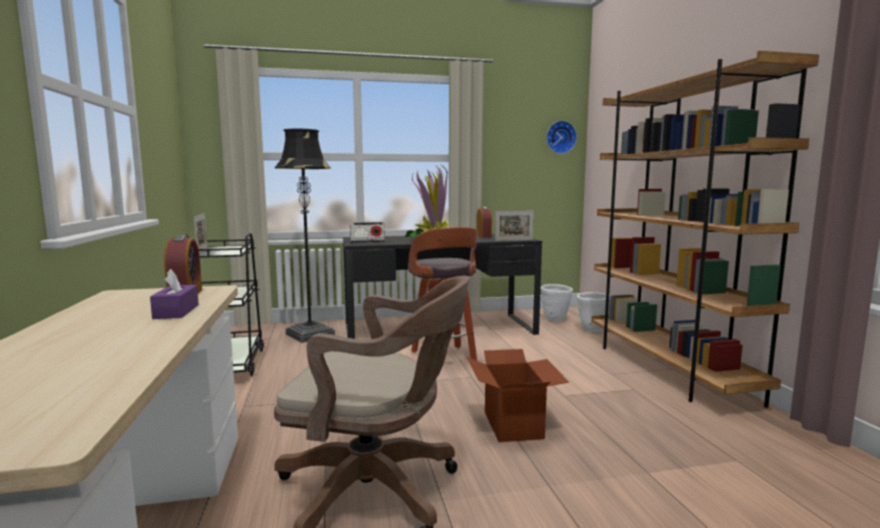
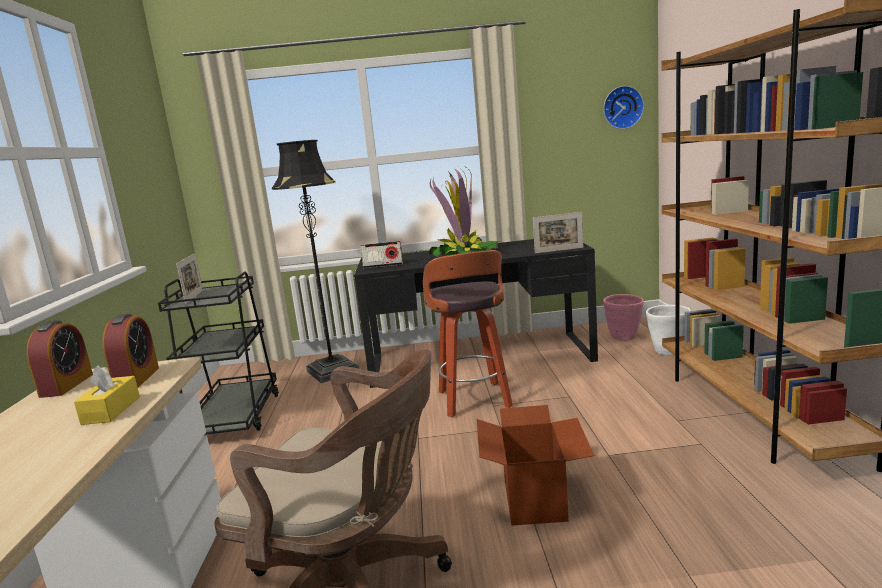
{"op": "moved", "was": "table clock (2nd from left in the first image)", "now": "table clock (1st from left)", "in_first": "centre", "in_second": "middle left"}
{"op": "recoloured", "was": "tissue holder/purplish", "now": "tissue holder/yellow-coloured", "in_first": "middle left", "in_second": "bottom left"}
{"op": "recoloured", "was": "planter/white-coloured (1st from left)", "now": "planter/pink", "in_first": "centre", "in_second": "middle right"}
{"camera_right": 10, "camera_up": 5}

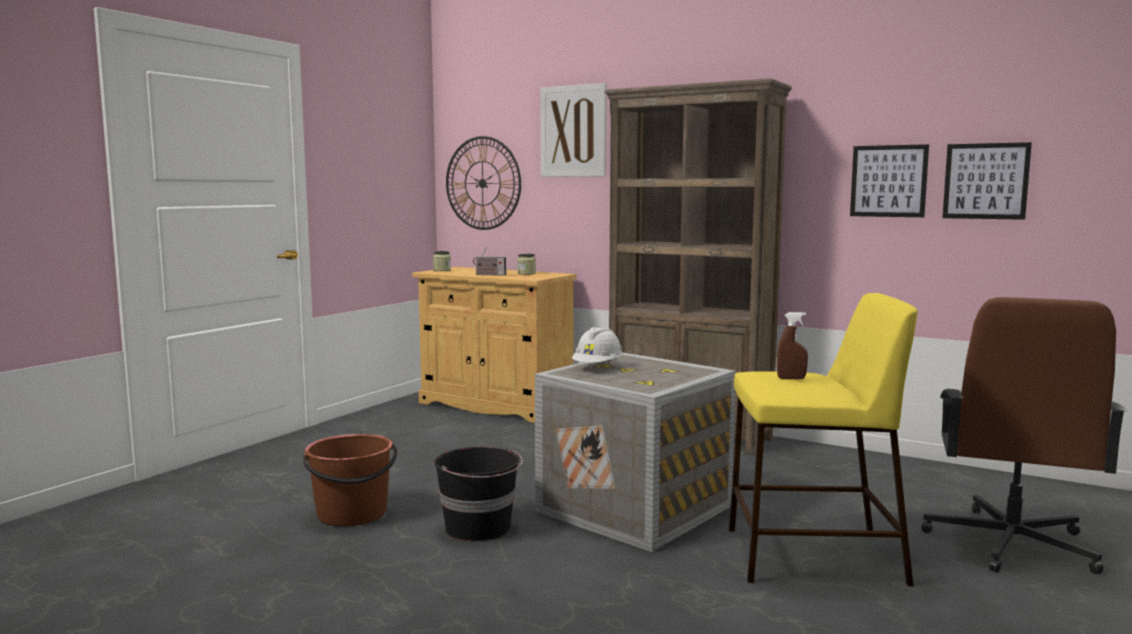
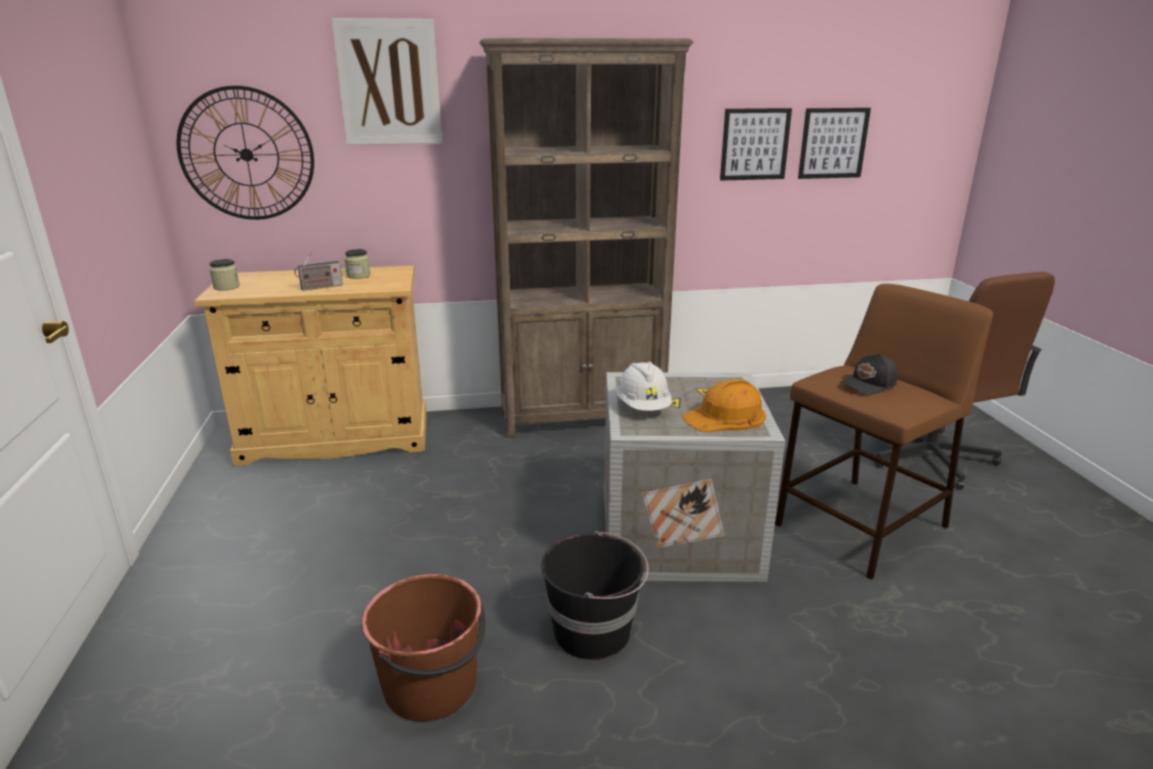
{"op": "added", "now": "safety helmet/orange", "in_second": "centre"}
{"op": "replaced", "was": "hand sprayer/brownish", "now": "cap/black", "in_first": "middle right", "in_second": "middle right"}
{"op": "recoloured", "was": "sitting stool/yellow-coloured", "now": "sitting stool/brownish", "in_first": "bottom right", "in_second": "middle right"}
{"camera_right": -40, "camera_up": 15}

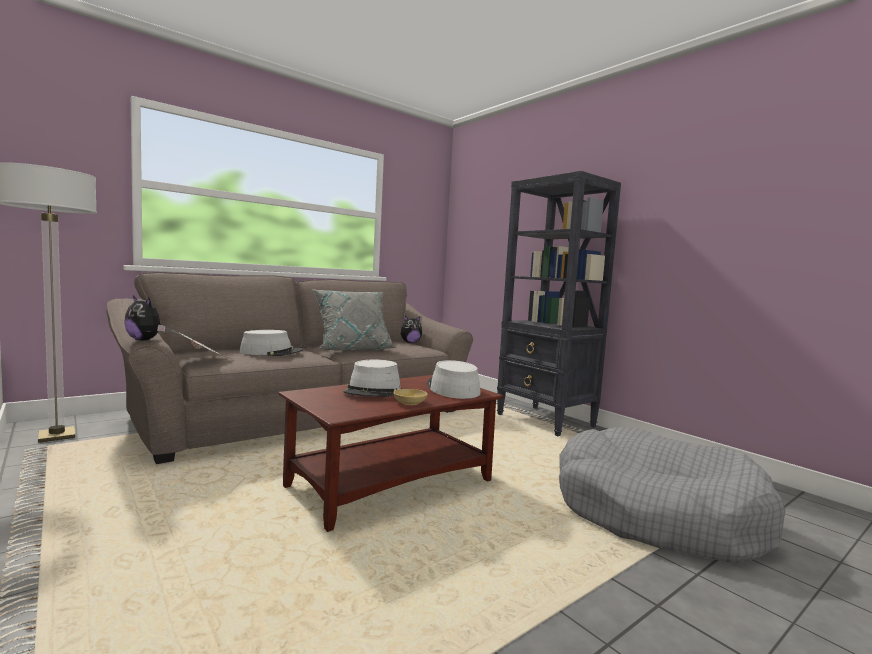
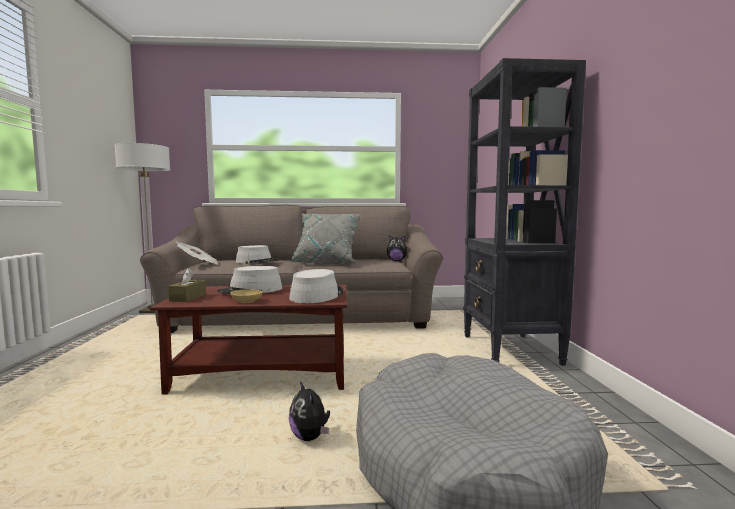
{"op": "added", "now": "tissue holder/brownish", "in_second": "middle left"}
{"op": "moved", "was": "plush toy (1st from left)", "in_first": "middle left", "in_second": "bottom centre"}
{"camera_right": 35, "camera_up": 0}

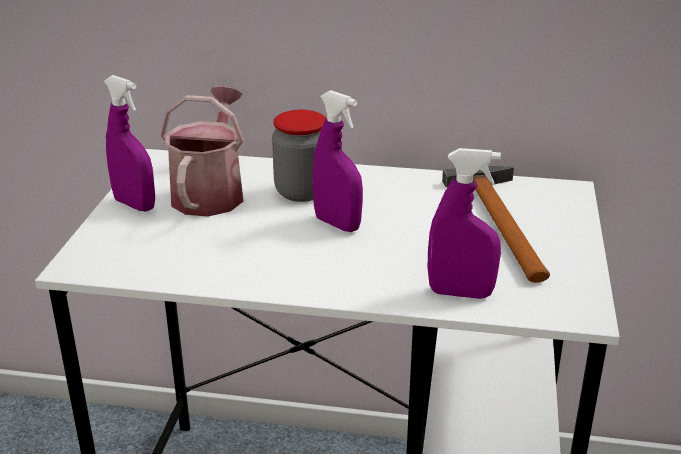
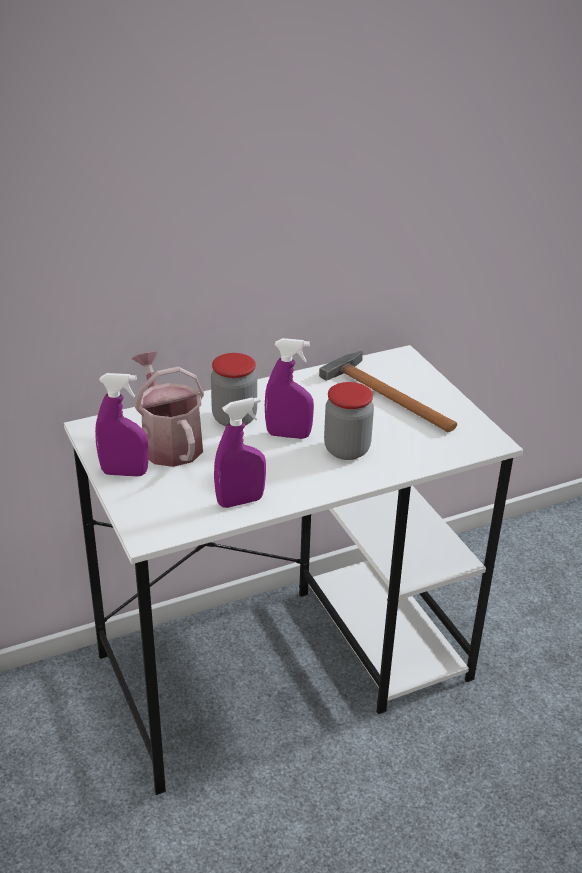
{"op": "added", "now": "storage jar (2nd from left)", "in_second": "centre"}
{"op": "moved", "was": "hand sprayer/purplish (3rd from left in the first image)", "now": "hand sprayer/purplish (2nd from left)", "in_first": "middle right", "in_second": "centre"}
{"camera_right": -35, "camera_up": 5}

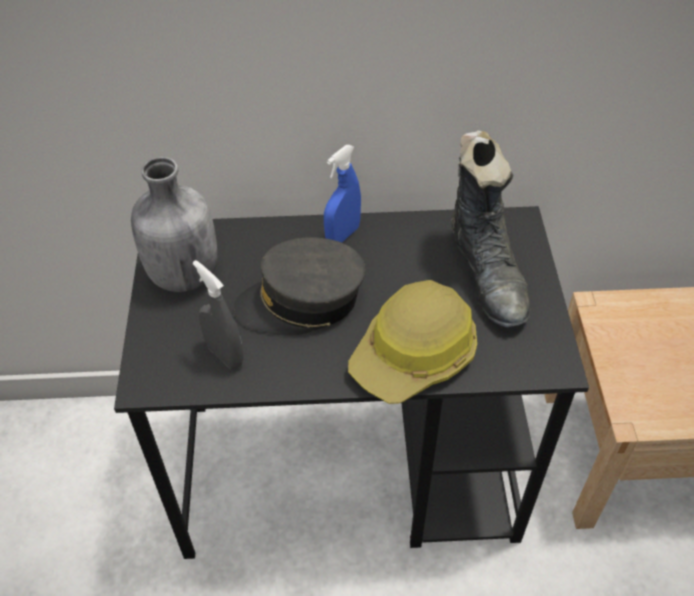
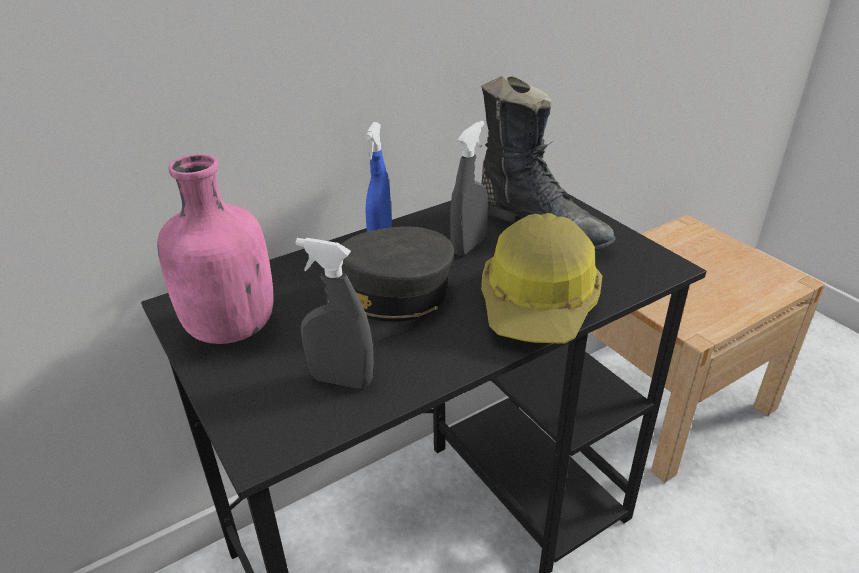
{"op": "added", "now": "hand sprayer/grey (2nd from left)", "in_second": "top centre"}
{"op": "recoloured", "was": "beverage bottle/grey", "now": "beverage bottle/pink", "in_first": "middle left", "in_second": "middle left"}
{"camera_right": -30, "camera_up": -15}

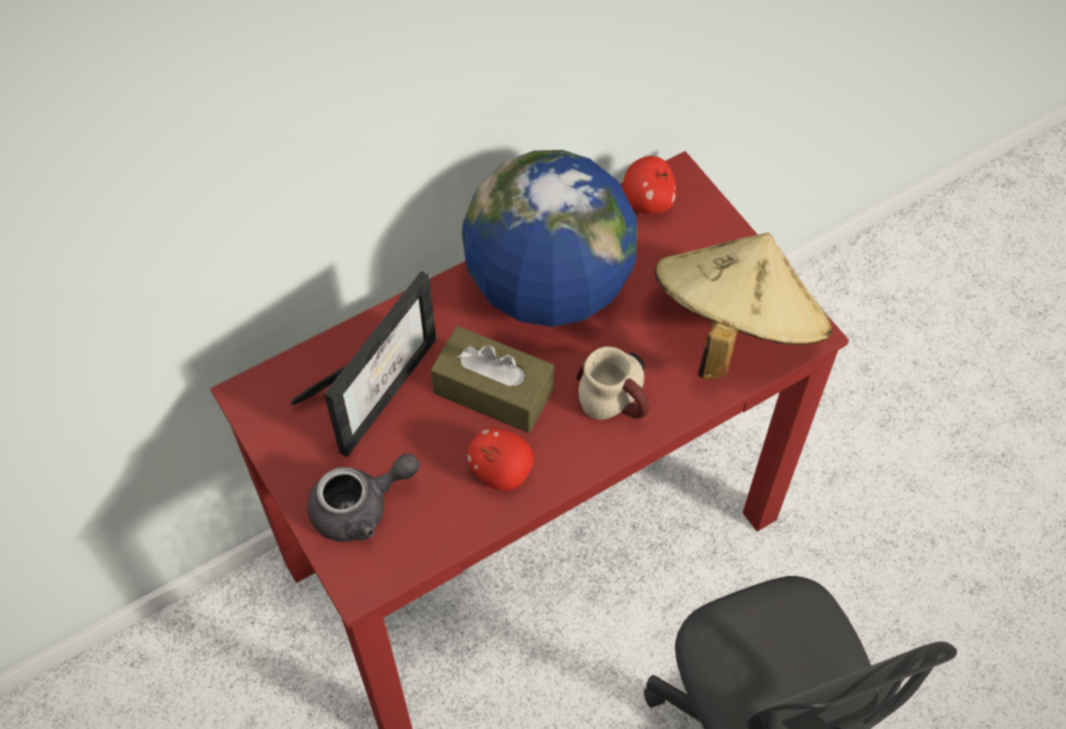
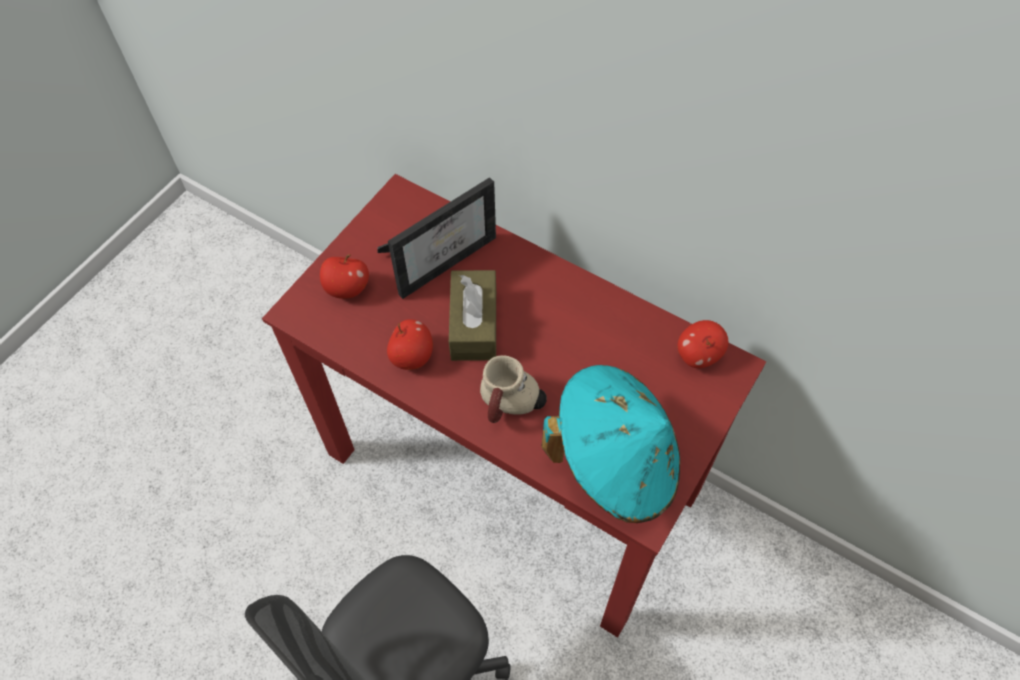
{"op": "removed", "was": "globe", "in_first": "top centre"}
{"op": "replaced", "was": "tea pot/grey", "now": "apple (1st from left)", "in_first": "bottom centre", "in_second": "centre"}
{"op": "recoloured", "was": "wearable hat/sand-coloured", "now": "wearable hat/turquoise-coloured", "in_first": "middle right", "in_second": "centre"}
{"op": "turned", "was": "photo frame", "in_first": "centre", "in_second": "centre", "clockwise": -45}
{"camera_right": 65, "camera_up": 0}

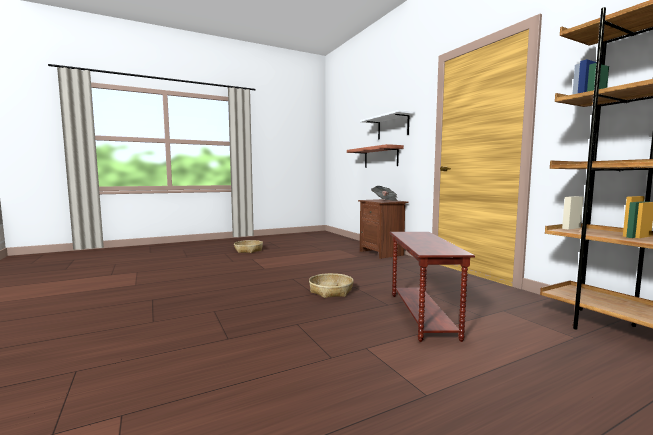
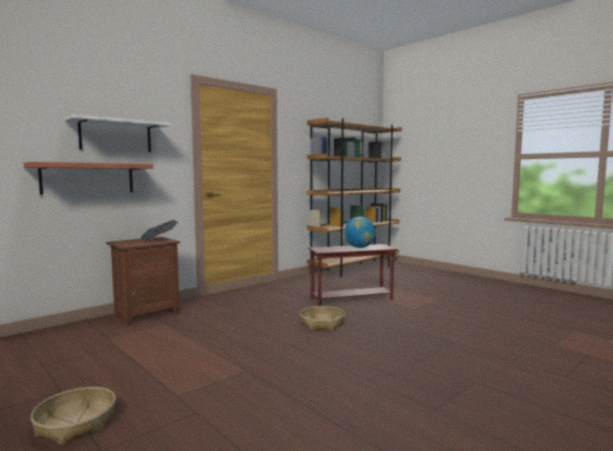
{"op": "added", "now": "globe", "in_second": "centre"}
{"camera_right": -105, "camera_up": 0}

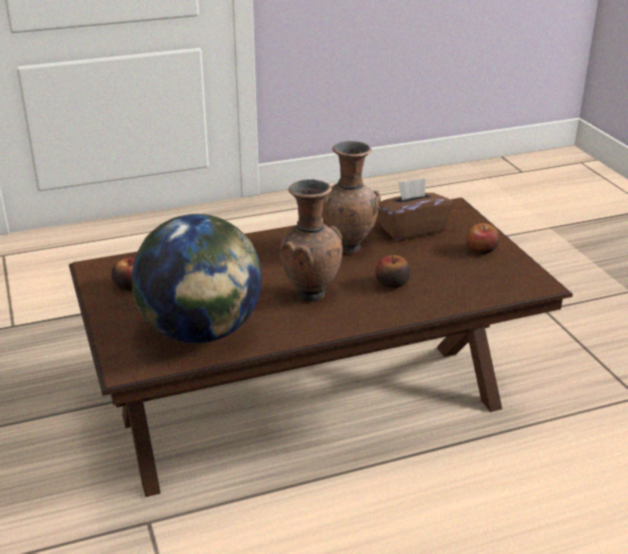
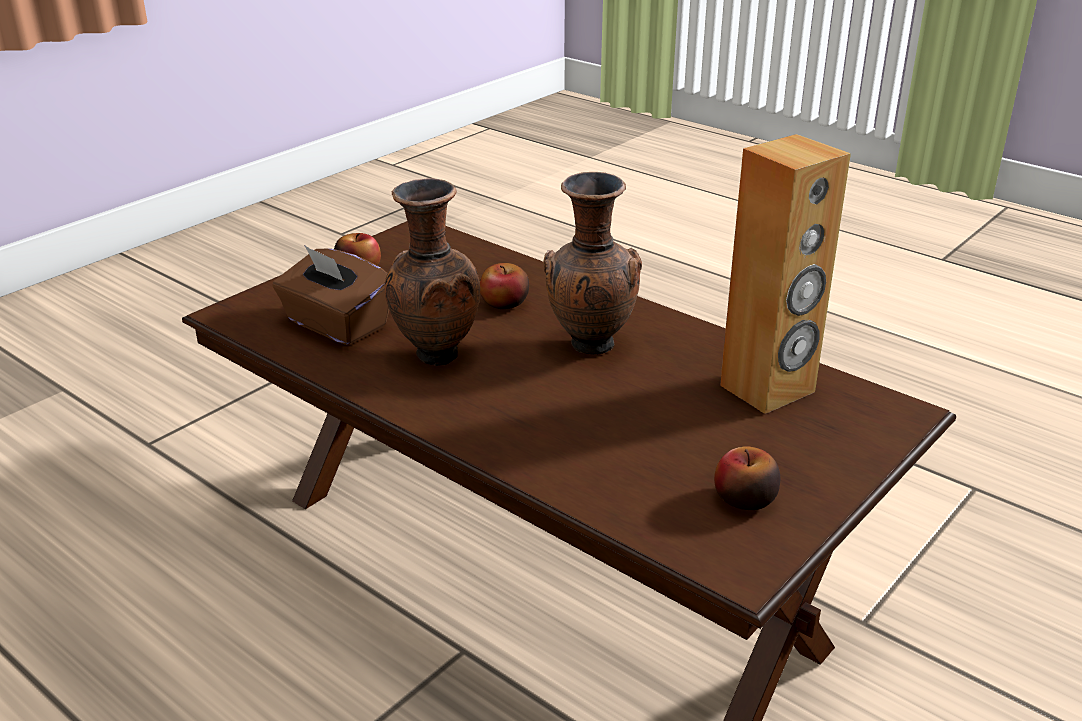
{"op": "replaced", "was": "globe", "now": "audio speaker/brownish", "in_first": "middle left", "in_second": "middle right"}
{"camera_right": -120, "camera_up": 0}

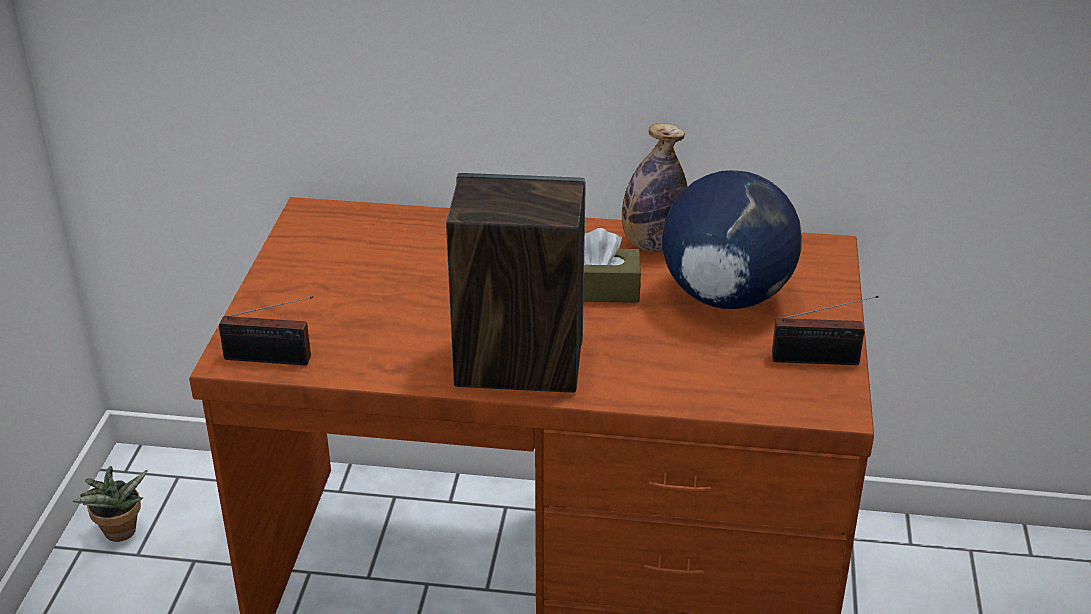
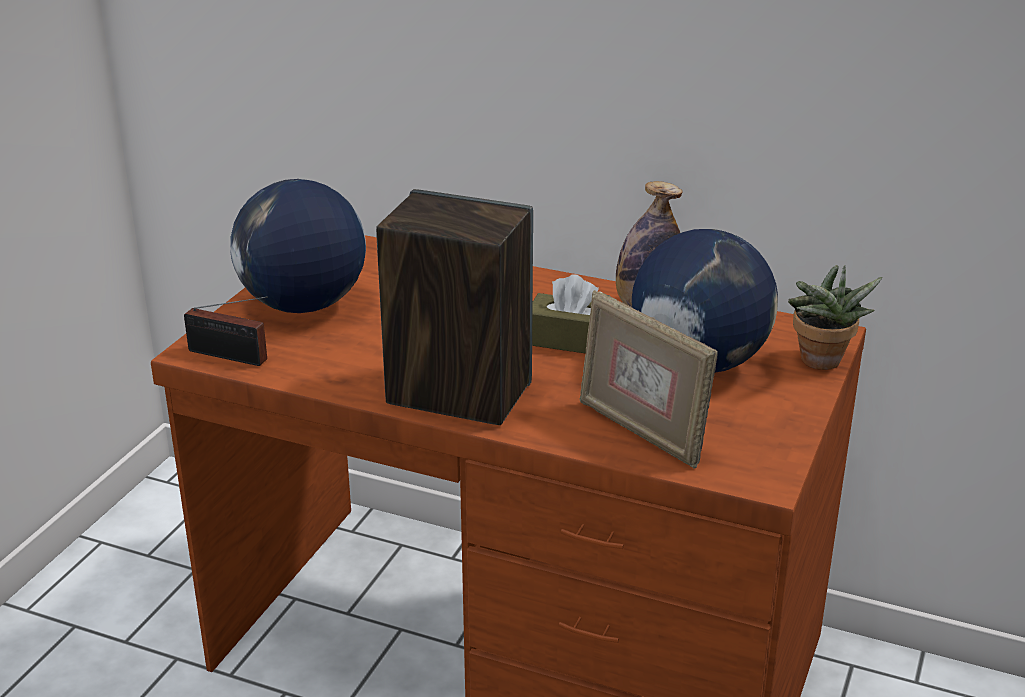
{"op": "removed", "was": "radio (2nd from left)", "in_first": "middle right"}
{"op": "added", "now": "globe (1st from left)", "in_second": "middle left"}
{"op": "added", "now": "photo frame", "in_second": "centre"}
{"op": "moved", "was": "houseplant", "in_first": "bottom left", "in_second": "middle right"}
{"camera_right": 15, "camera_up": -5}

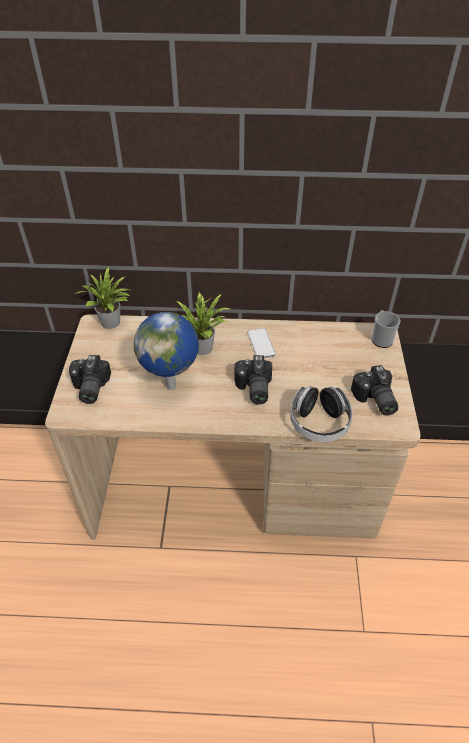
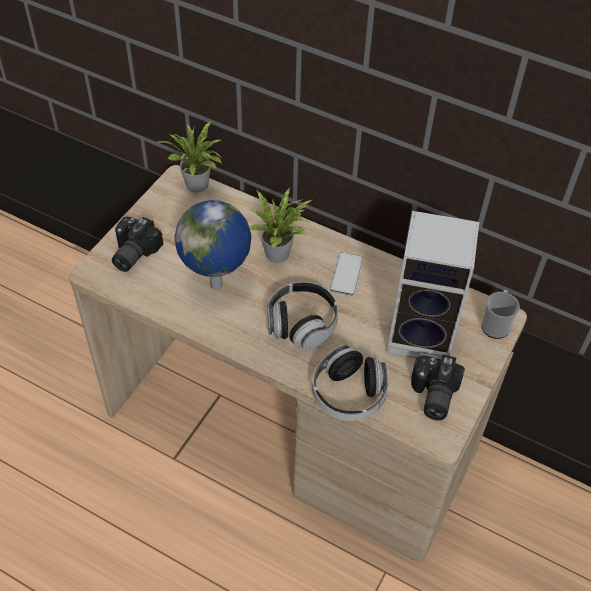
{"op": "added", "now": "audio speaker", "in_second": "middle right"}
{"op": "replaced", "was": "photo camera (2nd from left)", "now": "headset (1st from left)", "in_first": "centre", "in_second": "centre"}
{"camera_right": 25, "camera_up": 5}

